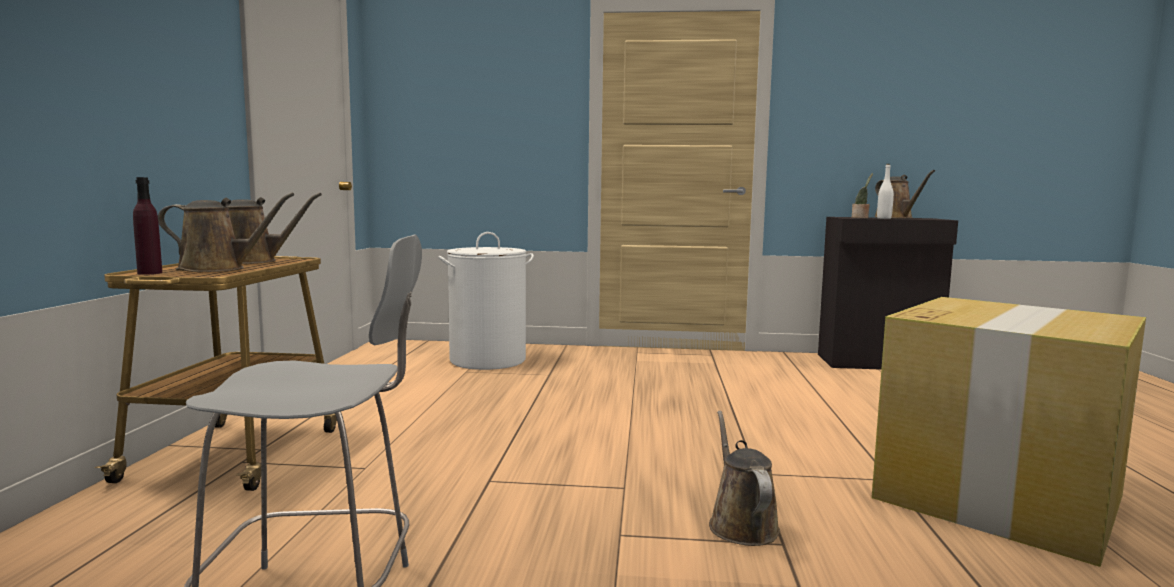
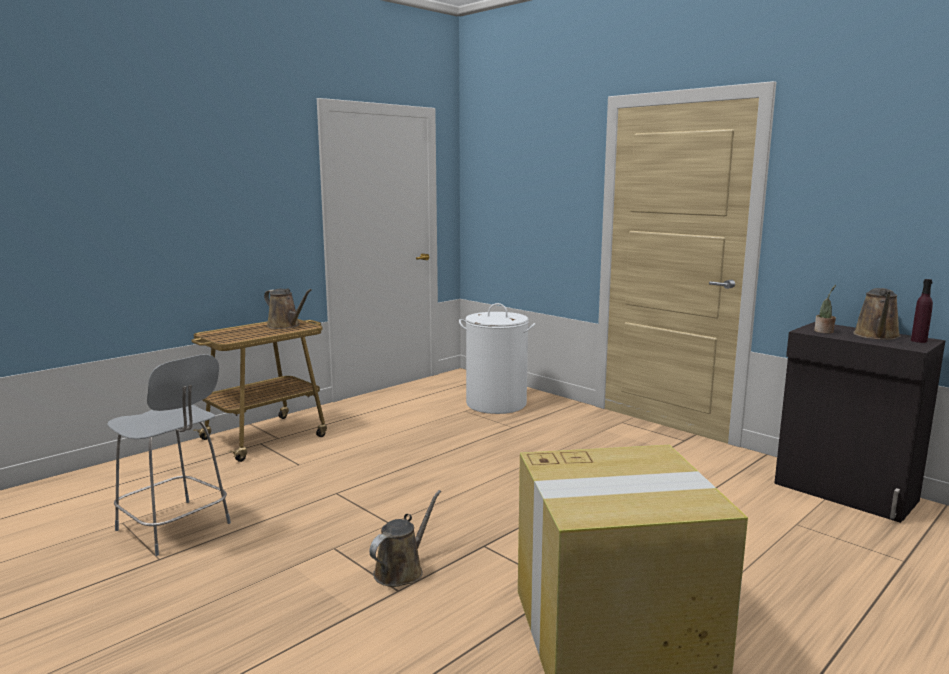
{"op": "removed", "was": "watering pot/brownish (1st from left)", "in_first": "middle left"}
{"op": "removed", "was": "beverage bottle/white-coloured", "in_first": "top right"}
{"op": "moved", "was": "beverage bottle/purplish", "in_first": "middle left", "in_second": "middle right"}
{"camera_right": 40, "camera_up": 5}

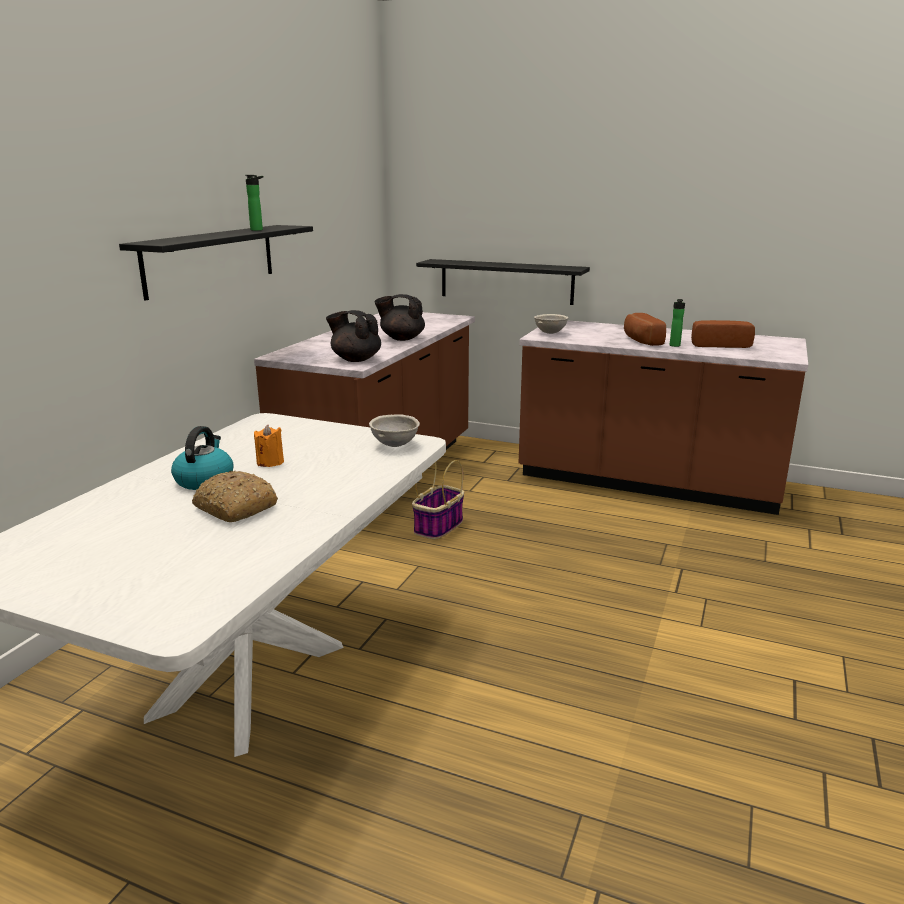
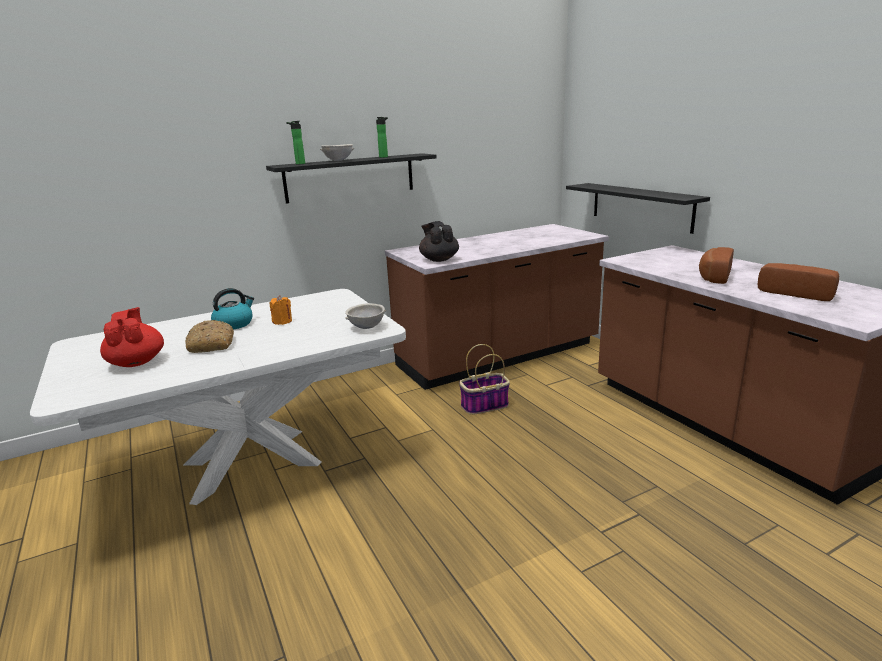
{"op": "removed", "was": "tea pot/black (2nd from left)", "in_first": "centre"}
{"op": "added", "now": "tea pot/red", "in_second": "middle left"}
{"op": "moved", "was": "bowl/grey (2nd from left in the first image)", "now": "bowl/grey (1st from left)", "in_first": "centre", "in_second": "top centre"}
{"op": "moved", "was": "beverage bottle (2nd from left in the first image)", "now": "beverage bottle (1st from left)", "in_first": "middle right", "in_second": "top centre"}
{"camera_right": 40, "camera_up": 0}

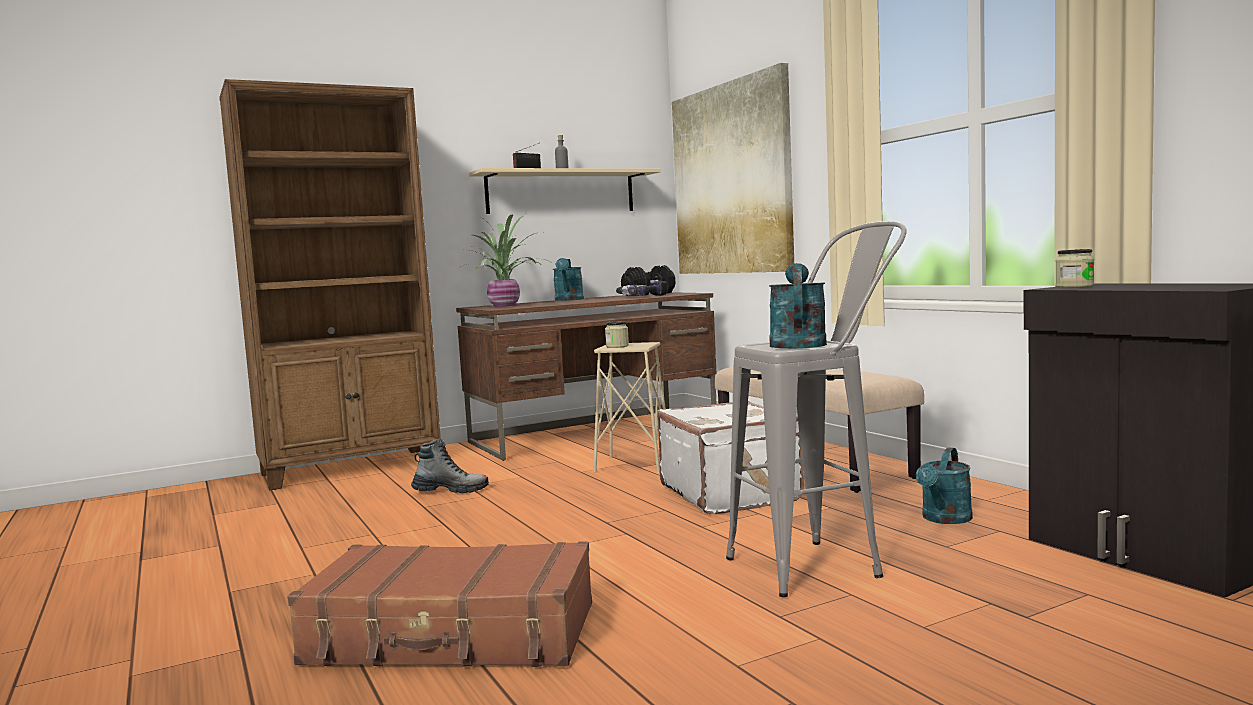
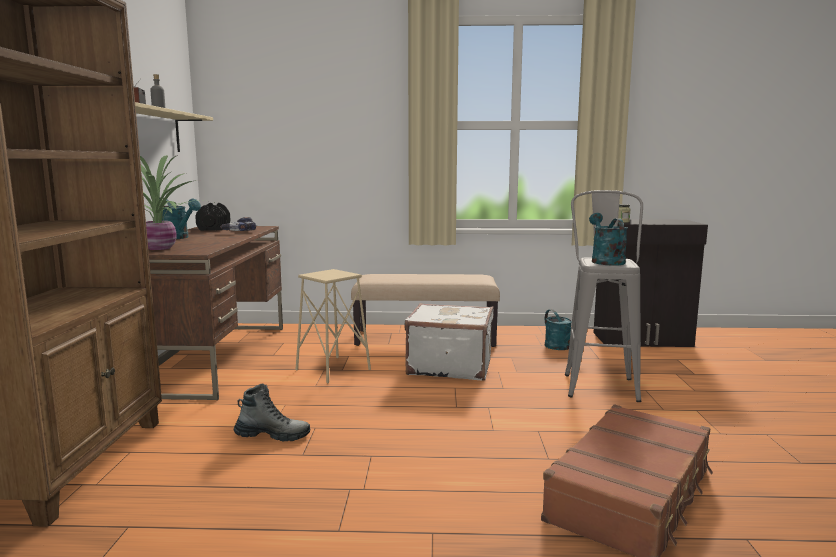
{"op": "removed", "was": "storage jar (1st from left)", "in_first": "centre"}
{"op": "removed", "was": "picture", "in_first": "top centre"}
{"op": "turned", "was": "boot", "in_first": "centre", "in_second": "bottom left", "clockwise": 60}
{"op": "turned", "was": "watering pot/turquoise-coloured (2nd from left in the first image)", "in_first": "centre", "in_second": "middle right", "clockwise": 45}
{"camera_right": -60, "camera_up": 5}

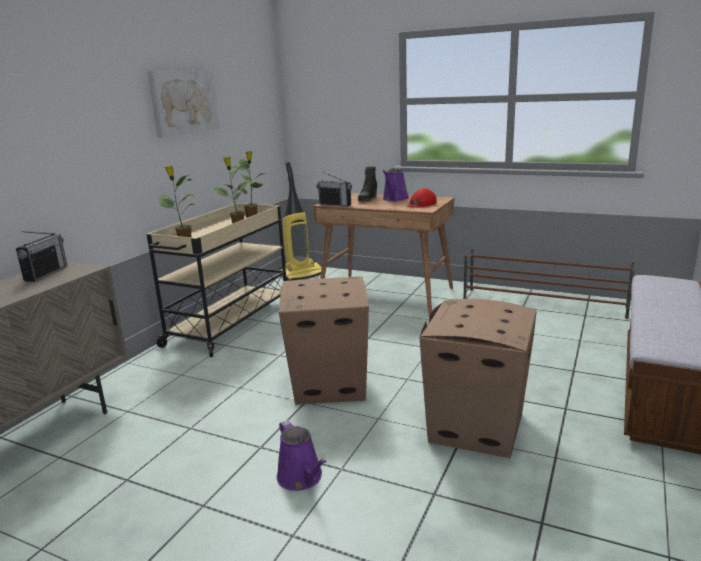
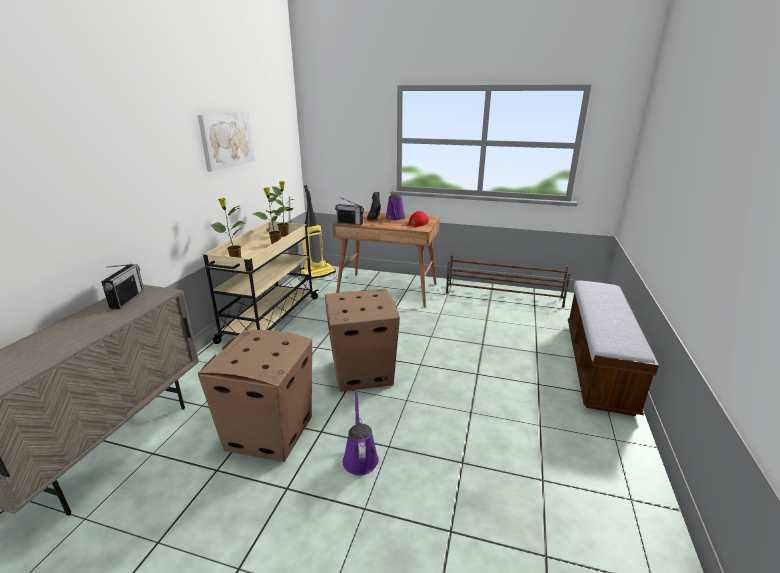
{"op": "moved", "was": "packing box (2nd from left in the first image)", "now": "packing box (1st from left)", "in_first": "bottom right", "in_second": "bottom left"}
{"op": "turned", "was": "watering pot/purplish (1st from left)", "in_first": "bottom centre", "in_second": "bottom centre", "clockwise": -150}
{"camera_right": -10, "camera_up": 5}

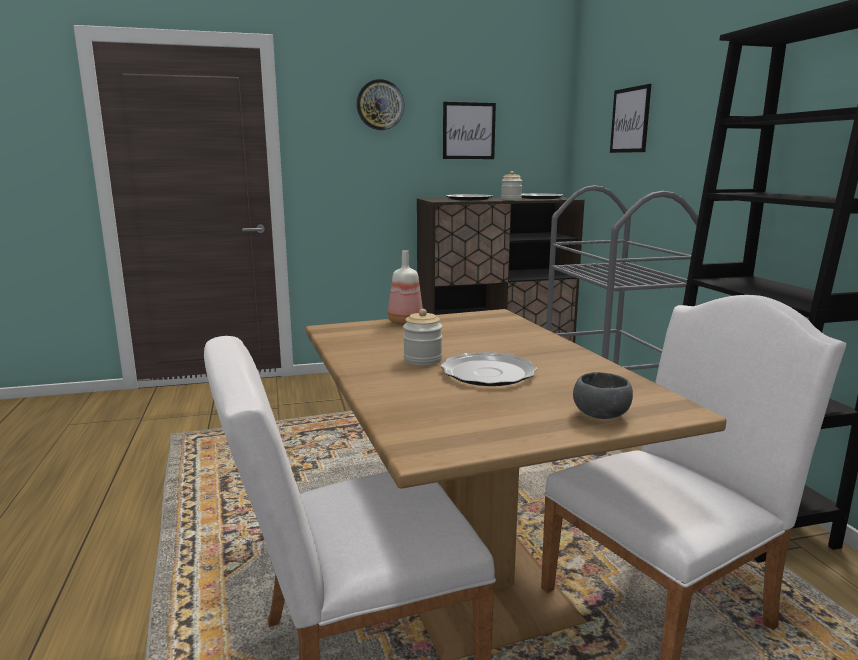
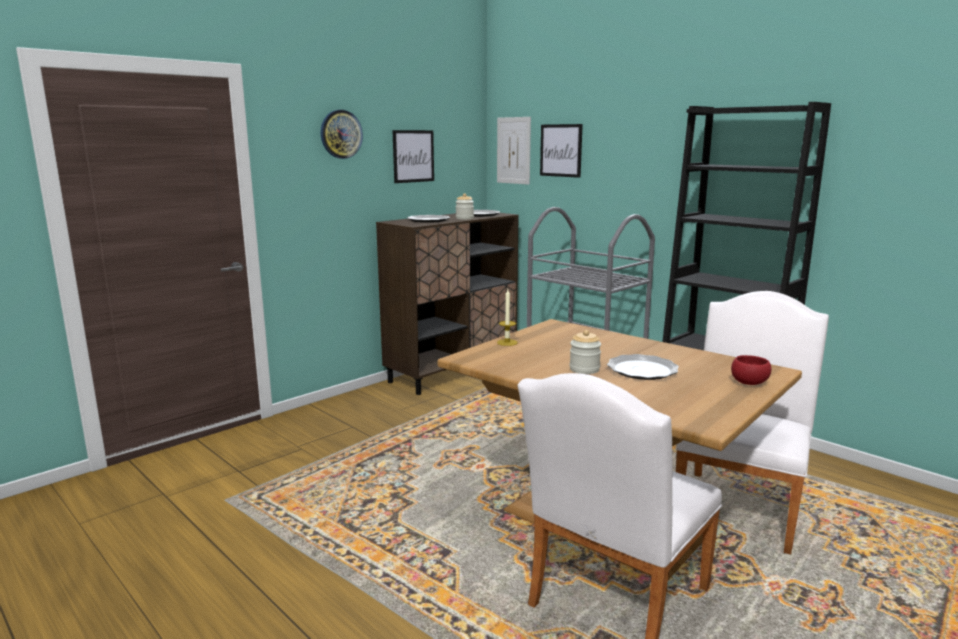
{"op": "added", "now": "picture (2nd from left)", "in_second": "top centre"}
{"op": "replaced", "was": "beverage bottle", "now": "wax light", "in_first": "centre", "in_second": "centre"}
{"op": "recoloured", "was": "bowl/grey", "now": "bowl/red", "in_first": "middle right", "in_second": "middle right"}
{"camera_right": -30, "camera_up": 0}

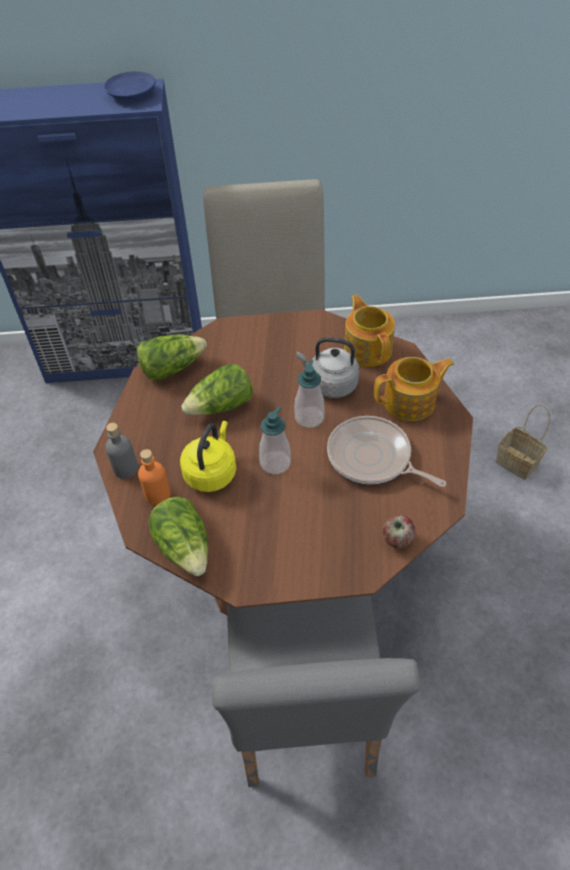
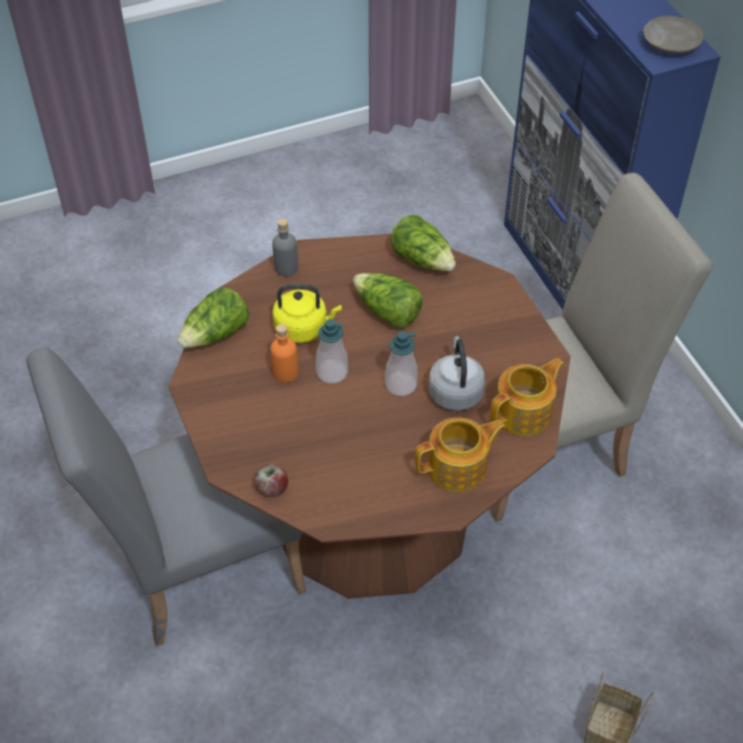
{"op": "removed", "was": "frying pan", "in_first": "middle right"}
{"op": "moved", "was": "beverage bottle/orange", "in_first": "middle left", "in_second": "centre"}
{"op": "recoloured", "was": "dinner plate/bluish", "now": "dinner plate/sand-coloured", "in_first": "top left", "in_second": "top right"}
{"op": "turned", "was": "tea pot (2nd from left in the first image)", "in_first": "middle right", "in_second": "centre", "clockwise": -75}
{"camera_right": 70, "camera_up": 0}

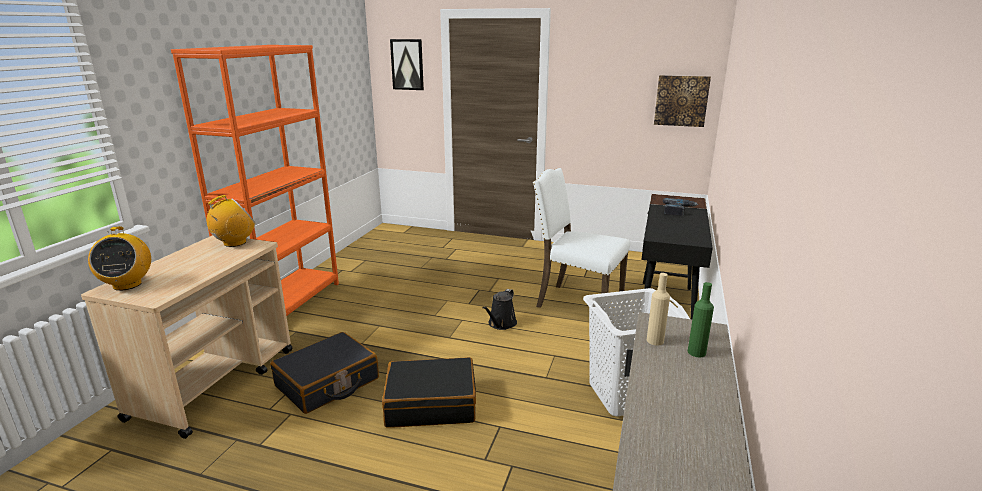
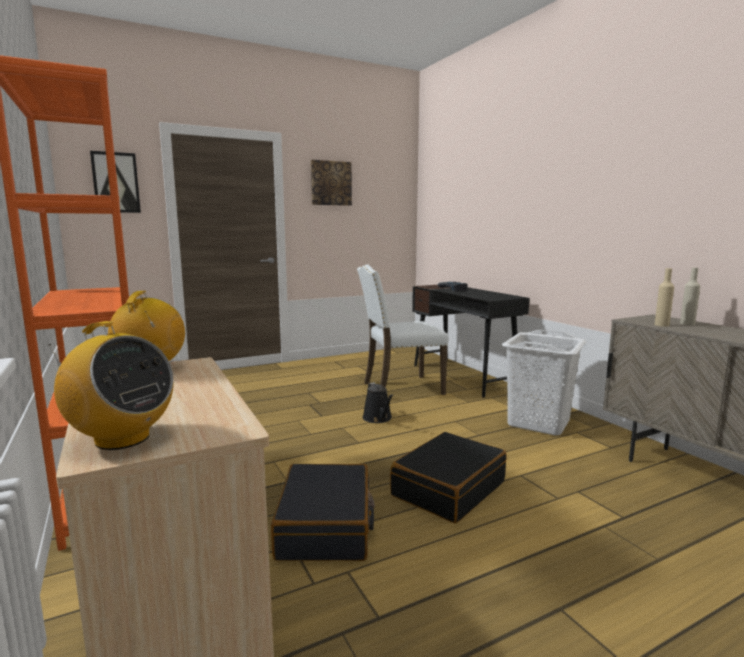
{"op": "moved", "was": "picture (2nd from left)", "in_first": "top right", "in_second": "top centre"}
{"op": "recoloured", "was": "beverage bottle/green", "now": "beverage bottle/sand-coloured (2nd from left)", "in_first": "middle right", "in_second": "middle right"}
{"camera_right": -45, "camera_up": -10}

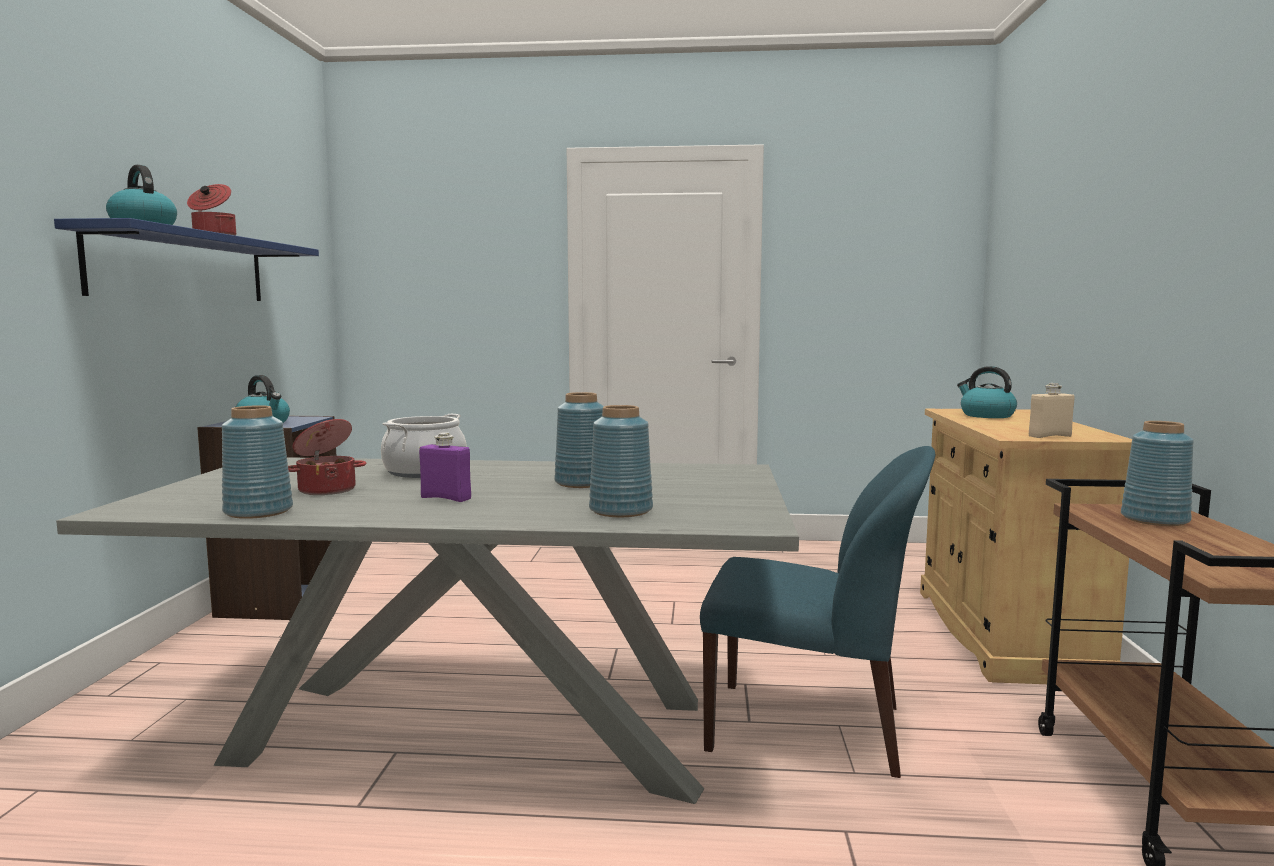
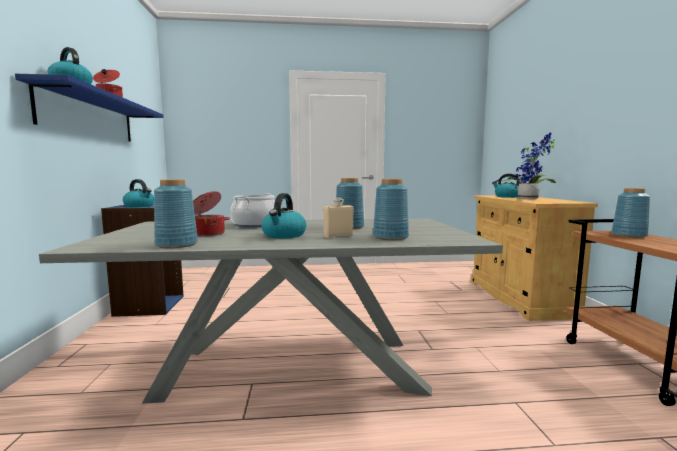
{"op": "removed", "was": "plain chair/bluish", "in_first": "bottom centre"}
{"op": "added", "now": "houseplant", "in_second": "middle right"}
{"op": "moved", "was": "beverage bottle/sand-coloured", "in_first": "middle right", "in_second": "centre"}
{"op": "replaced", "was": "beverage bottle/purplish", "now": "kettle (3rd from left)", "in_first": "centre", "in_second": "centre"}
{"camera_right": -10, "camera_up": 0}

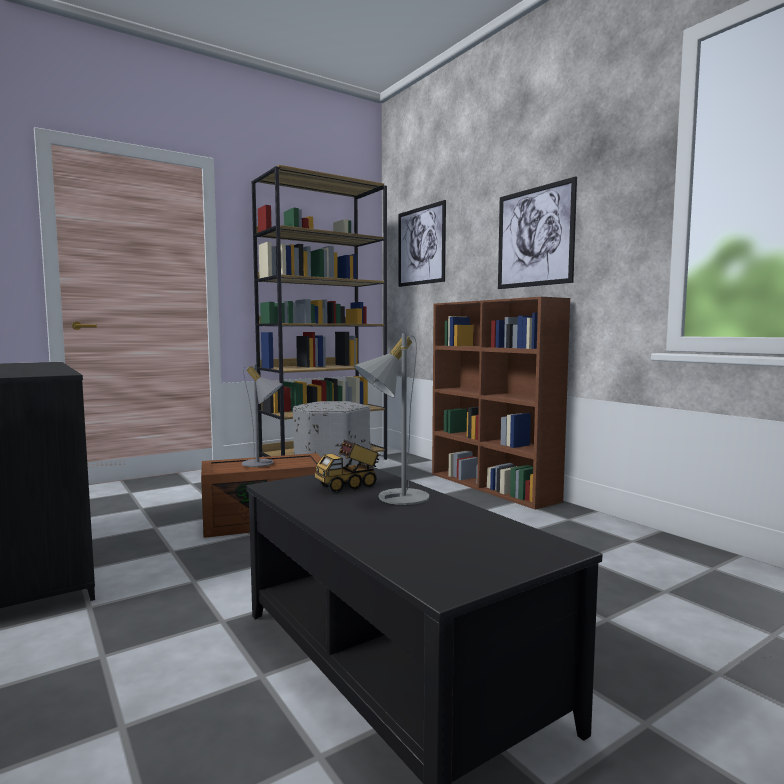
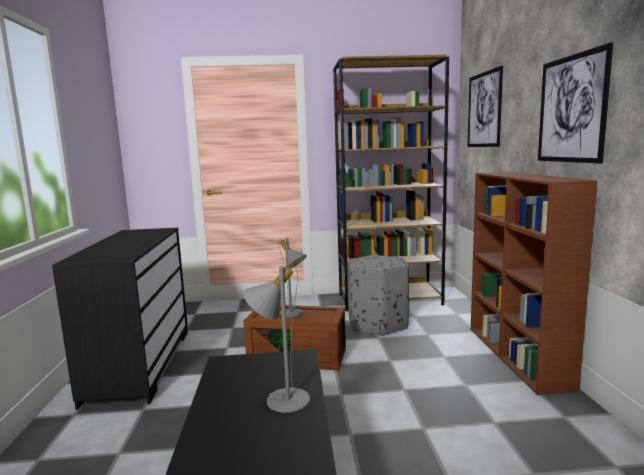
{"op": "removed", "was": "toy lorry", "in_first": "centre"}
{"camera_right": 30, "camera_up": 5}

